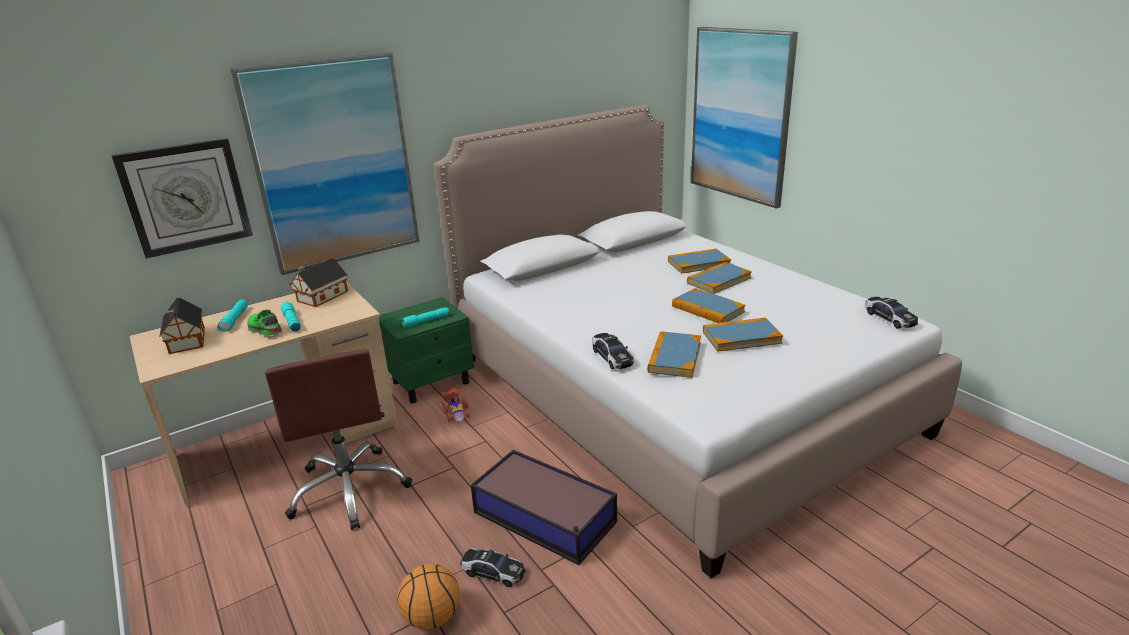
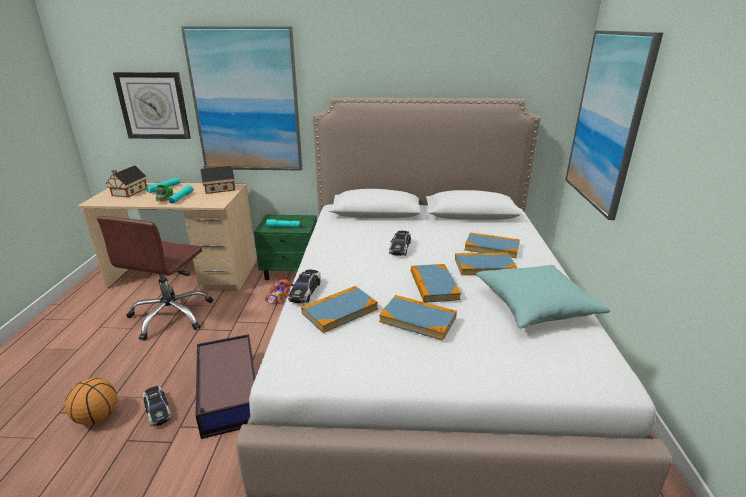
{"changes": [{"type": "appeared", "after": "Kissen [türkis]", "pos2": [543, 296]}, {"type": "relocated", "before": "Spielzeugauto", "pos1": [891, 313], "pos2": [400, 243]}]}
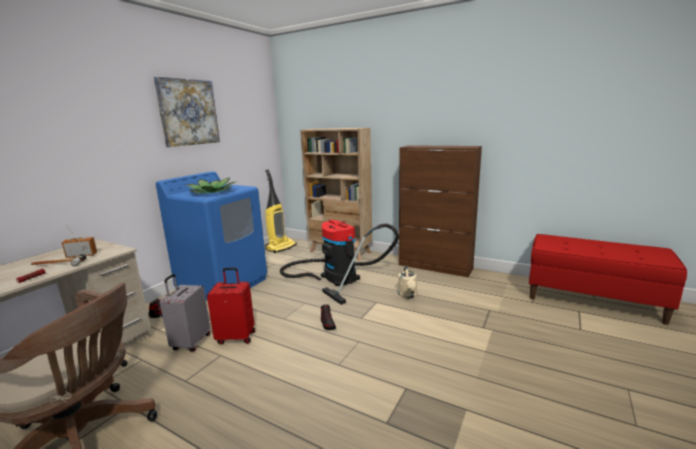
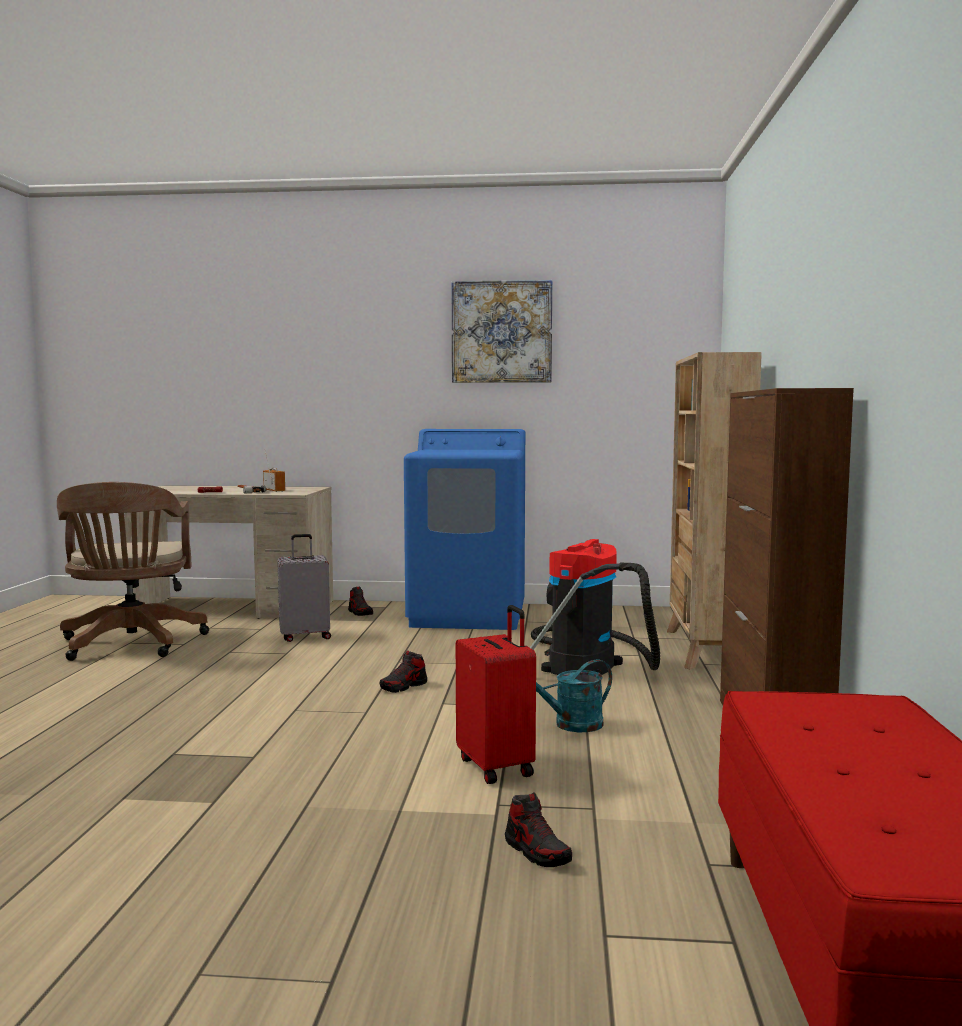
{"changes": [{"type": "missing", "before": "Topfpflanze", "pos1": [211, 186]}, {"type": "missing", "before": "Staubsauger", "pos1": [281, 211]}, {"type": "appeared", "after": "Schuh", "pos2": [538, 829]}, {"type": "relocated", "before": "Koffer [rot]", "pos1": [231, 306], "pos2": [496, 694]}, {"type": "colour", "before": "Gießkanne [beige]", "after": "Gießkanne [türkis]", "pos1": [407, 282], "pos2": [574, 695]}]}
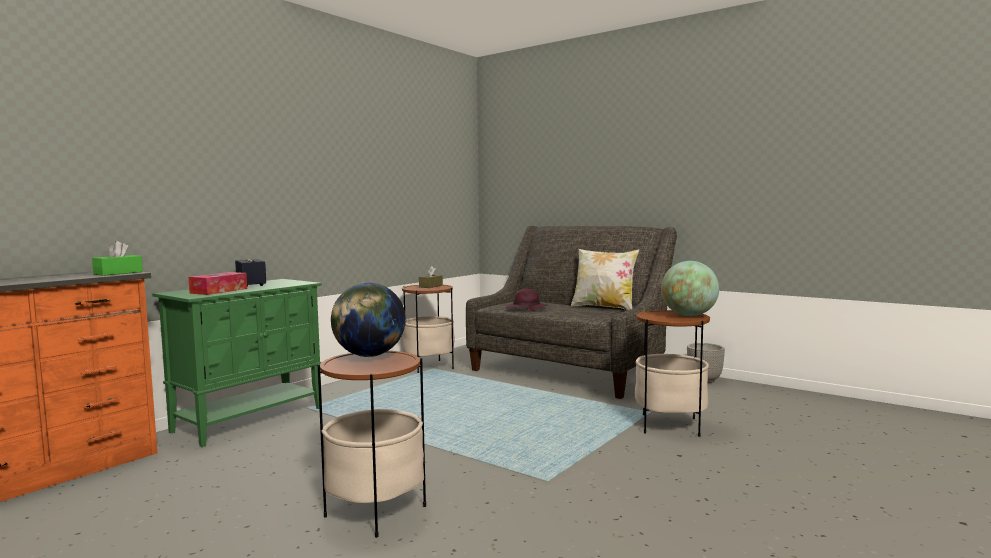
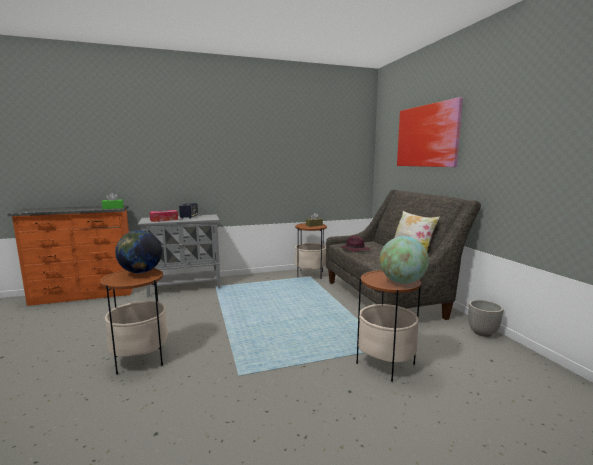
{"changes": [{"type": "appeared", "after": "Bild", "pos2": [430, 132]}, {"type": "colour", "before": "Schrank [grün]", "after": "Schrank [grau]", "pos1": [237, 363], "pos2": [179, 255]}]}
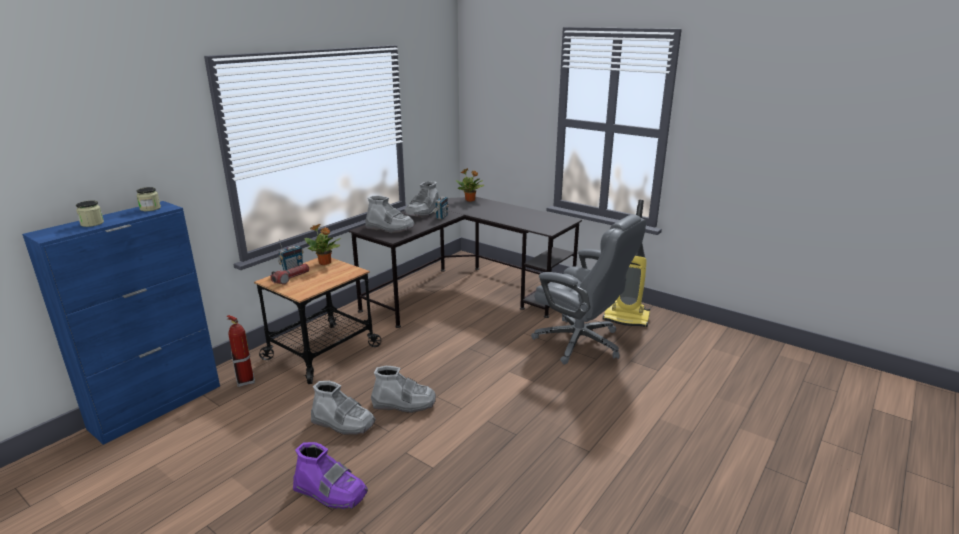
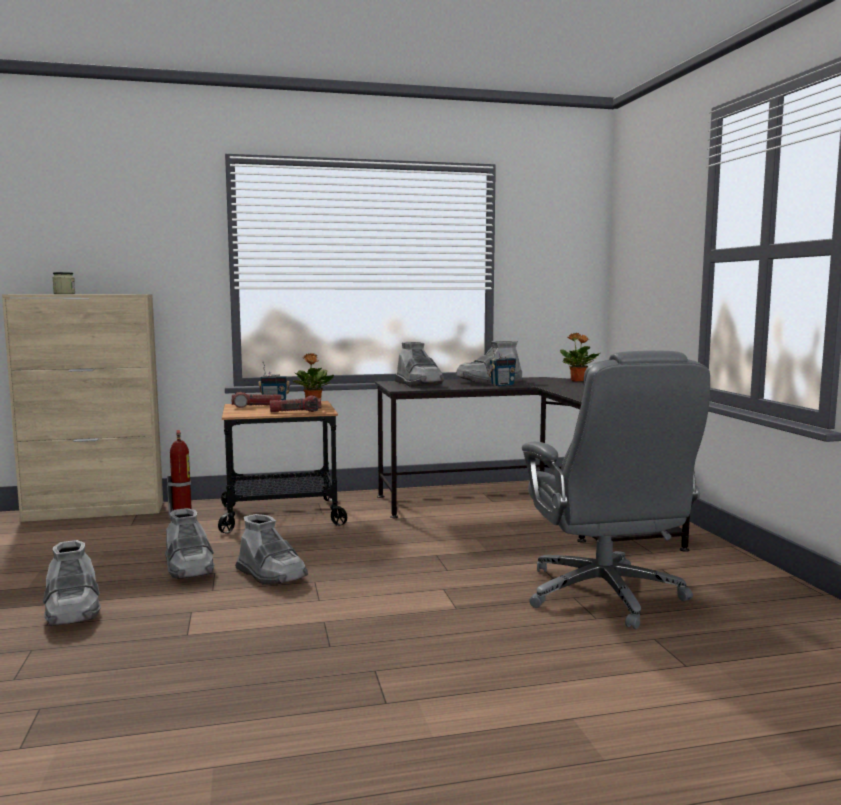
{"changes": [{"type": "missing", "before": "Vorratsglas", "pos1": [148, 199]}, {"type": "missing", "before": "Staubsauger", "pos1": [626, 263]}, {"type": "appeared", "after": "Taschenlampe", "pos2": [295, 403]}, {"type": "colour", "before": "Schrank [blau]", "after": "Schrank [beige]", "pos1": [121, 323], "pos2": [82, 408]}, {"type": "colour", "before": "Stiefel [lila]", "after": "Stiefel [grau]", "pos1": [330, 475], "pos2": [72, 583]}]}
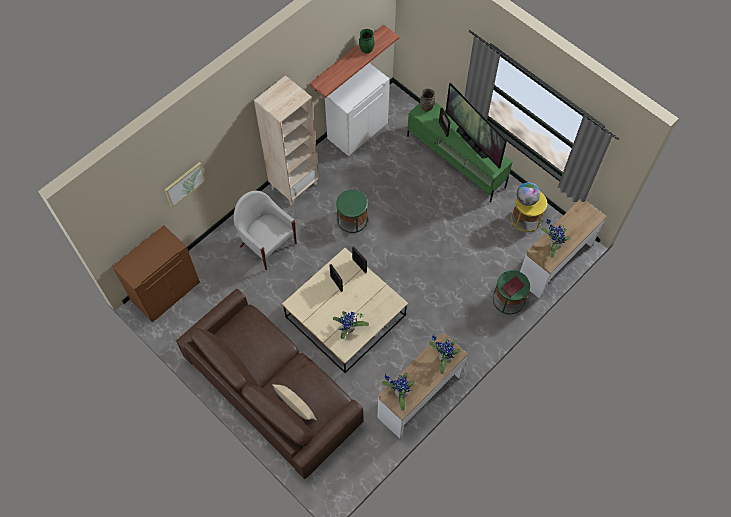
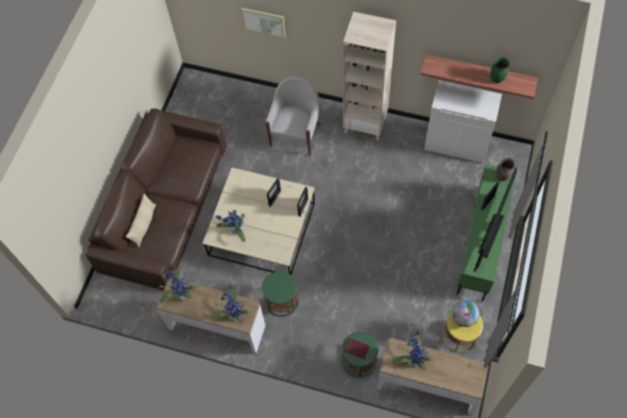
{"changes": [{"type": "missing", "before": "Schrank [braun]", "pos1": [156, 273]}, {"type": "relocated", "before": "Beistelltisch [grün]", "pos1": [352, 211], "pos2": [280, 293]}]}
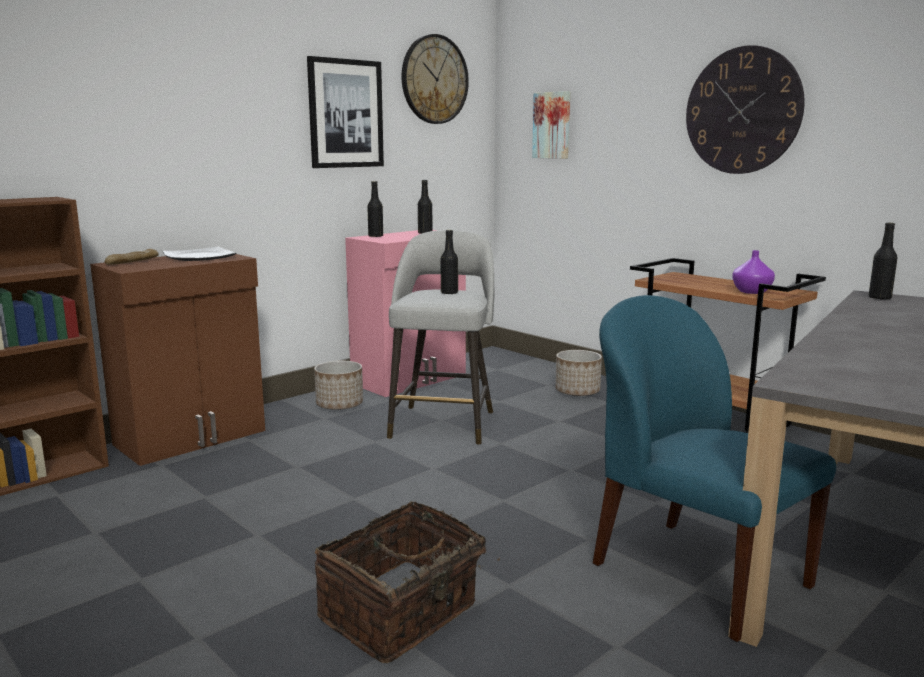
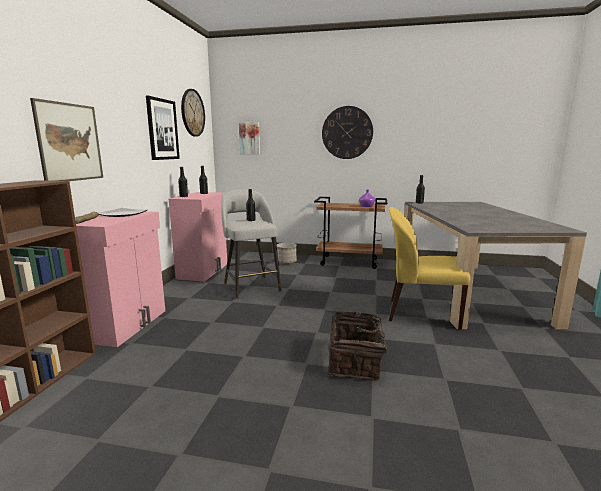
{"changes": [{"type": "missing", "before": "Pflanzkübel", "pos1": [338, 385]}, {"type": "appeared", "after": "Bild", "pos2": [66, 139]}, {"type": "colour", "before": "Schrank [braun]", "after": "Schrank [rosa]", "pos1": [177, 360], "pos2": [120, 279]}, {"type": "colour", "before": "Stuhl [blau]", "after": "Stuhl [gelb]", "pos1": [714, 468], "pos2": [429, 268]}]}
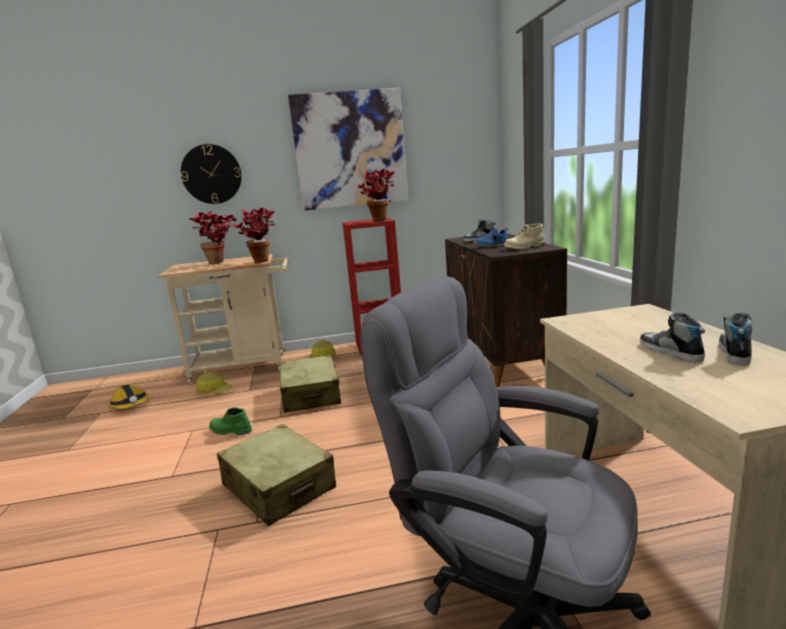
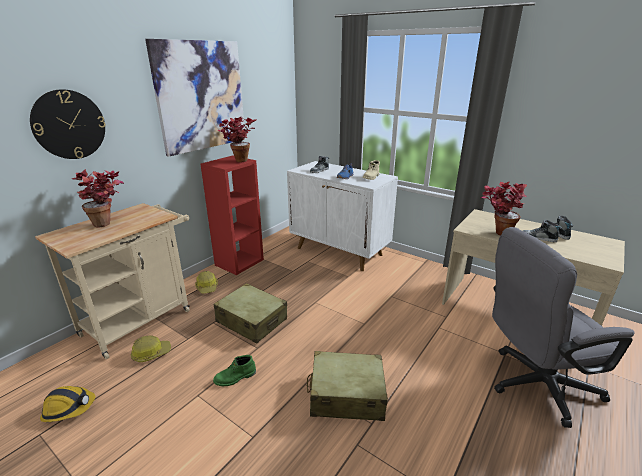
{"changes": [{"type": "relocated", "before": "Topfpflanze", "pos1": [254, 235], "pos2": [504, 209]}, {"type": "colour", "before": "Schrank [braun]", "after": "Schrank [weiß]", "pos1": [506, 310], "pos2": [342, 216]}]}
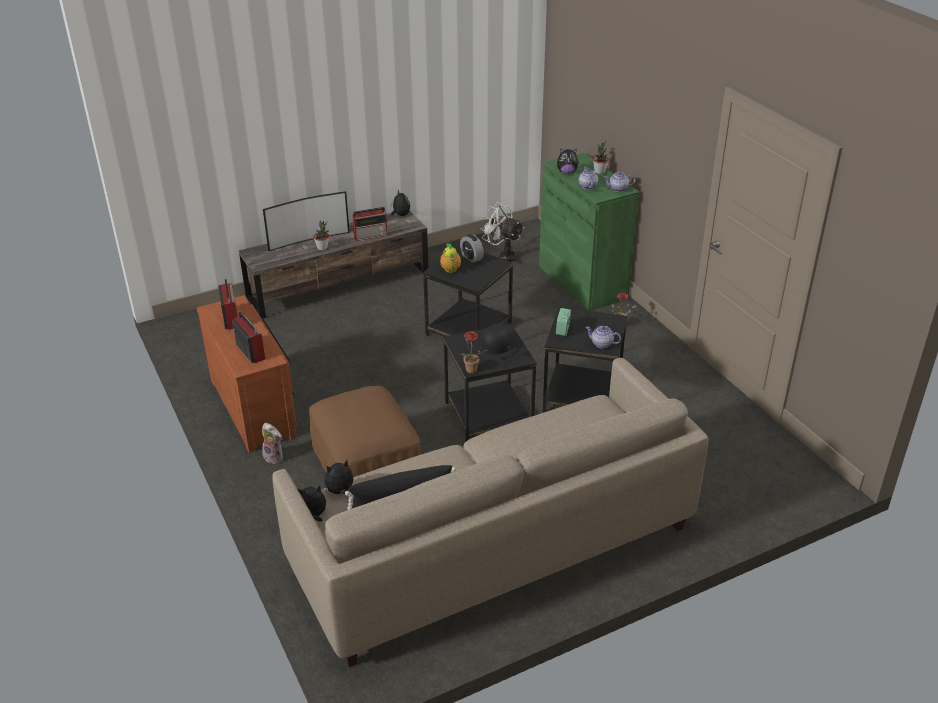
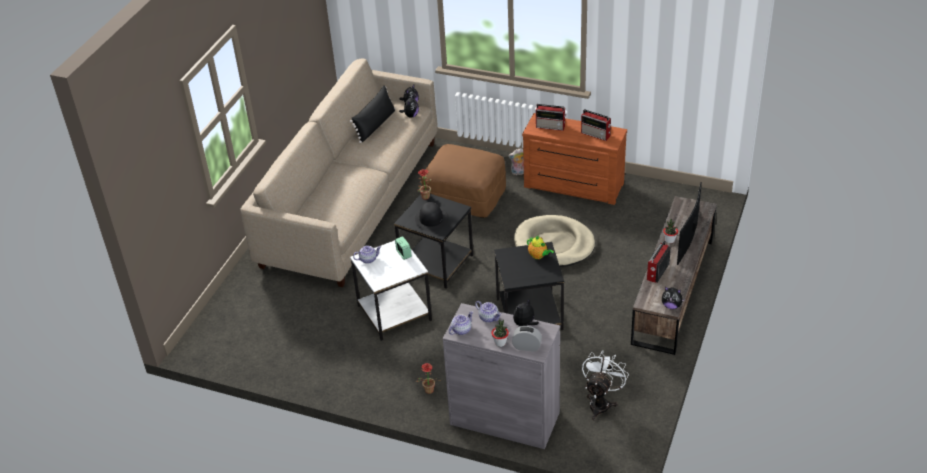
{"changes": [{"type": "appeared", "after": "Hundebett [beige]", "pos2": [554, 241]}, {"type": "relocated", "before": "Wecker", "pos1": [472, 248], "pos2": [527, 339]}, {"type": "colour", "before": "Schrank [grün]", "after": "Schrank [grau]", "pos1": [589, 232], "pos2": [501, 376]}, {"type": "colour", "before": "Beistelltisch [schwarz]", "after": "Beistelltisch [weiß]", "pos1": [585, 359], "pos2": [391, 290]}, {"type": "spun", "before": "Ventilator [weiß]", "pos1": [502, 233], "pos2": [605, 385], "turn": -60}]}
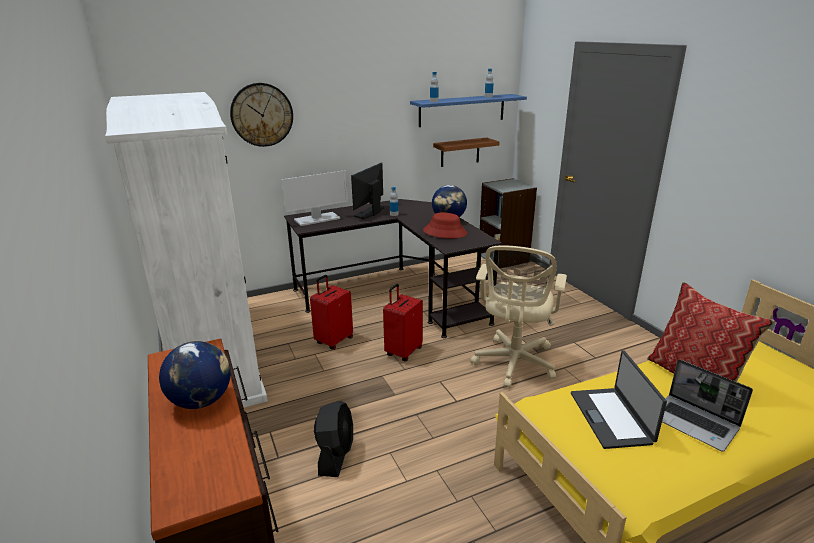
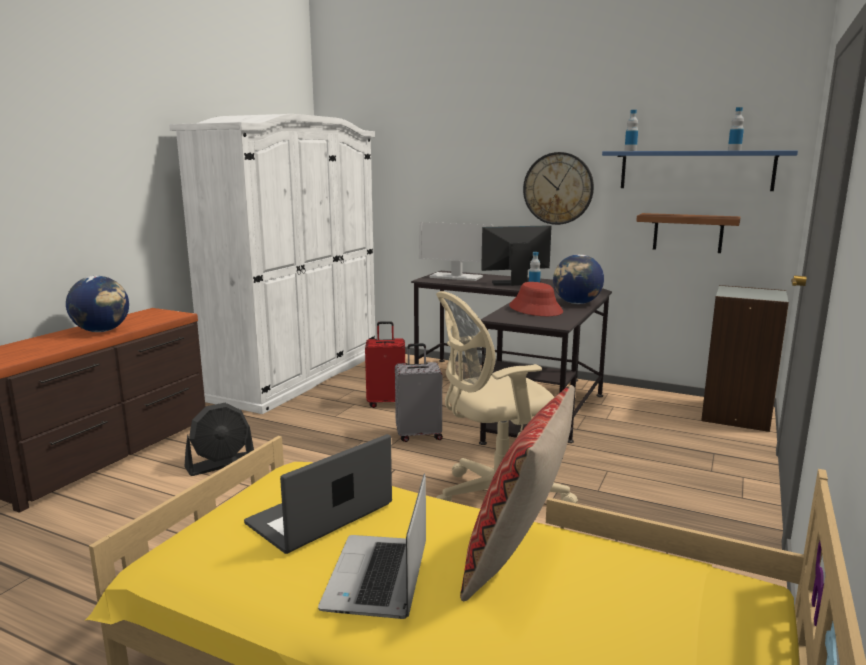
{"changes": [{"type": "relocated", "before": "Wanduhr", "pos1": [261, 115], "pos2": [558, 188]}, {"type": "colour", "before": "Koffer [rot]", "after": "Koffer [grau]", "pos1": [403, 322], "pos2": [419, 392]}]}
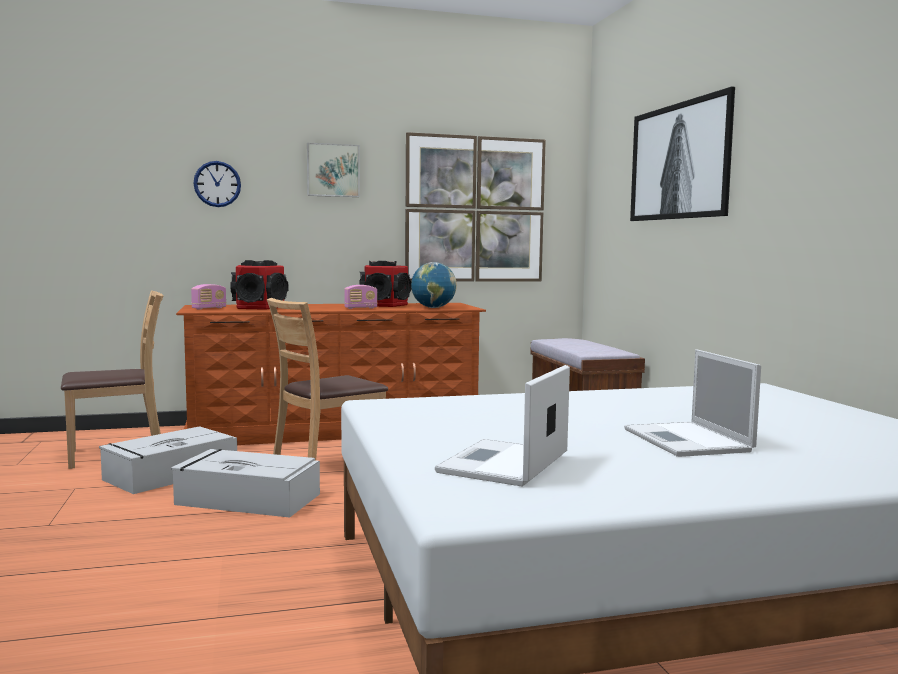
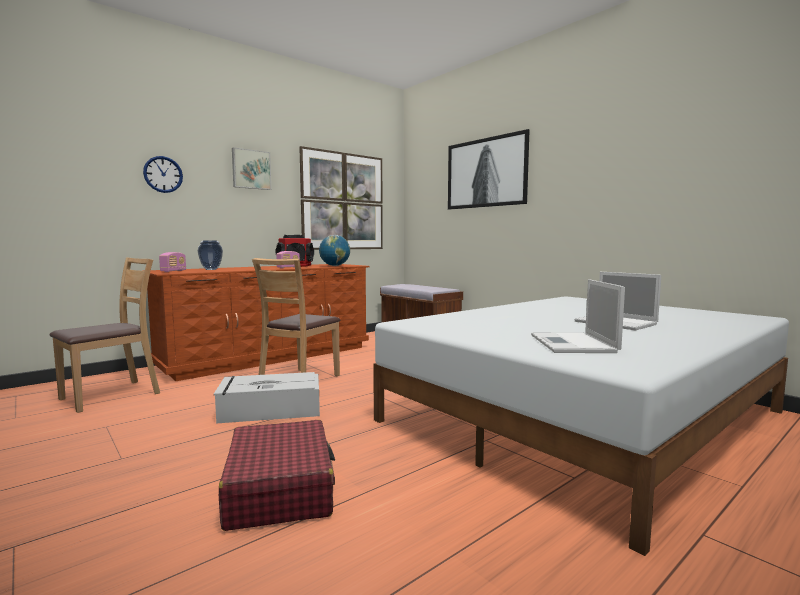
{"changes": [{"type": "missing", "before": "Aufbewahrungsbox [grau]", "pos1": [168, 460]}, {"type": "appeared", "after": "Koffer [rot]", "pos2": [277, 475]}, {"type": "exchanged", "before": "Lautsprecher", "after": "Vase", "pos1": [260, 285], "pos2": [210, 255]}]}
